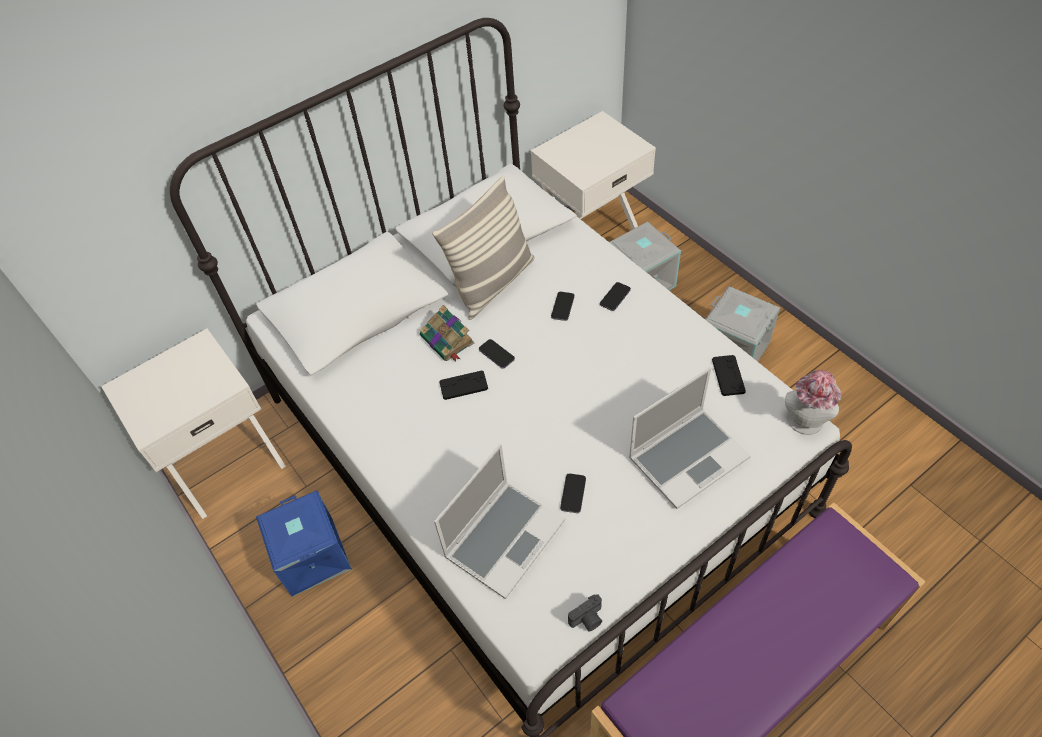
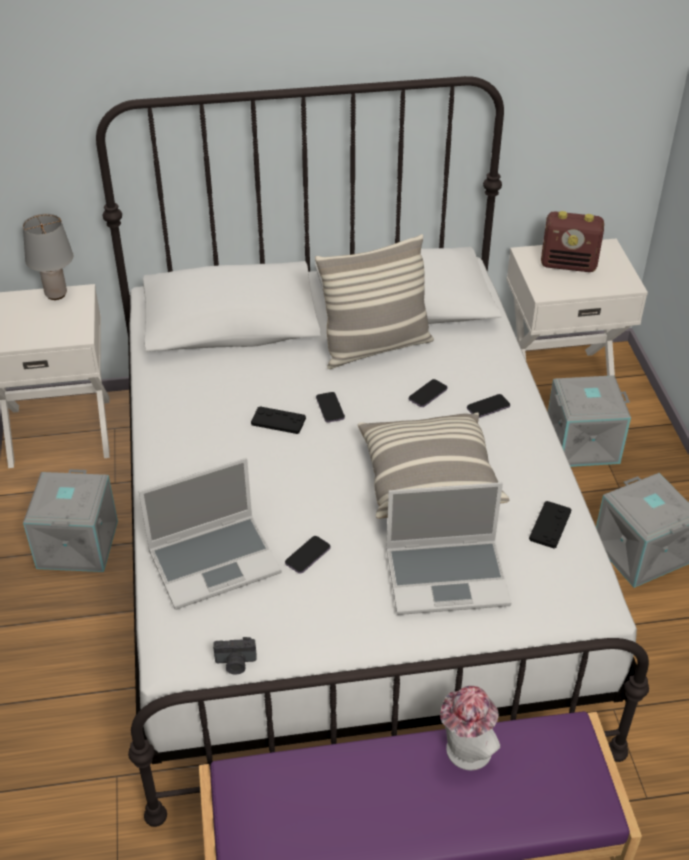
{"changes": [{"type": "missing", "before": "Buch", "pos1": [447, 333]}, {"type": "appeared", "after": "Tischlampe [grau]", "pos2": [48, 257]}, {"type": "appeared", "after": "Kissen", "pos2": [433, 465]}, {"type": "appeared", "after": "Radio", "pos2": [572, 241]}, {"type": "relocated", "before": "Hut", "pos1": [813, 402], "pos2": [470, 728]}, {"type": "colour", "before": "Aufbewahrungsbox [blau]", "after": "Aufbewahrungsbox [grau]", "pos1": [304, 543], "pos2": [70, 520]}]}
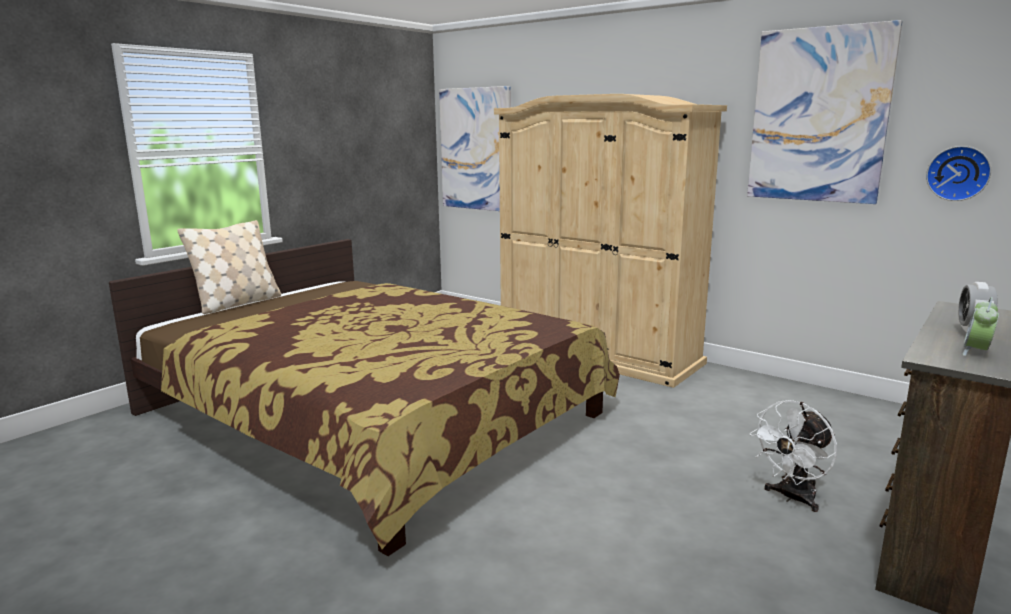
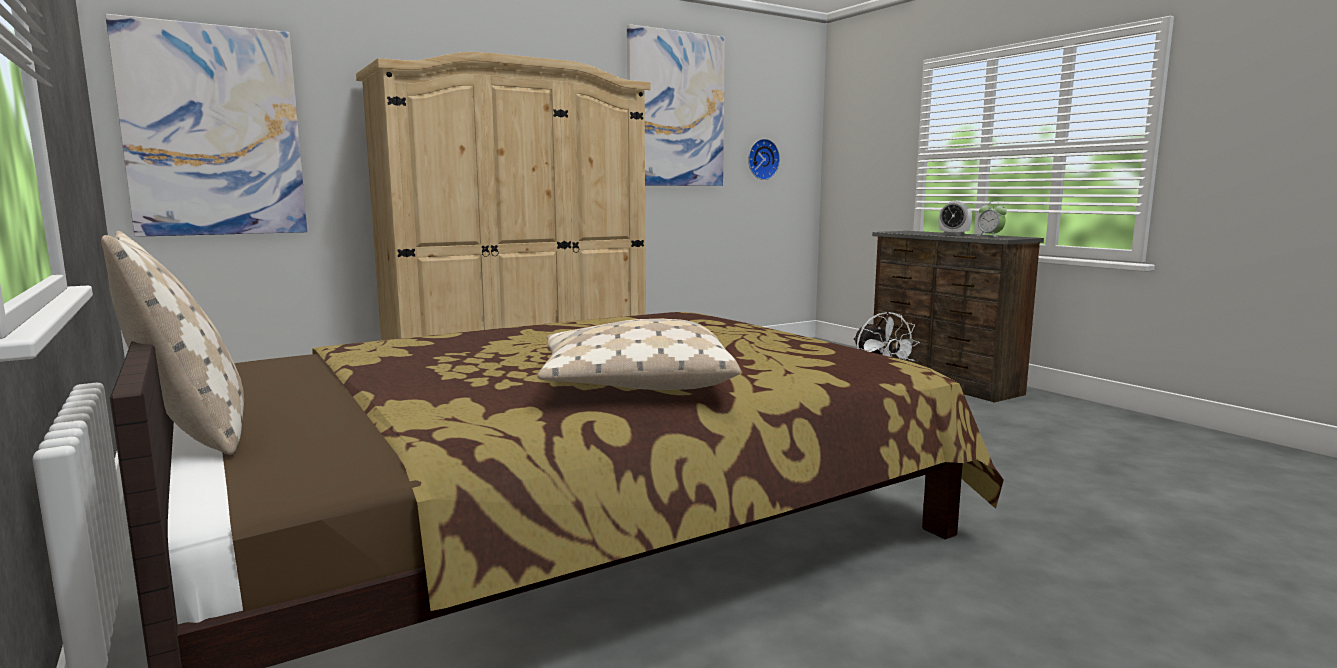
{"changes": [{"type": "appeared", "after": "Kissen [beige]", "pos2": [639, 354]}]}
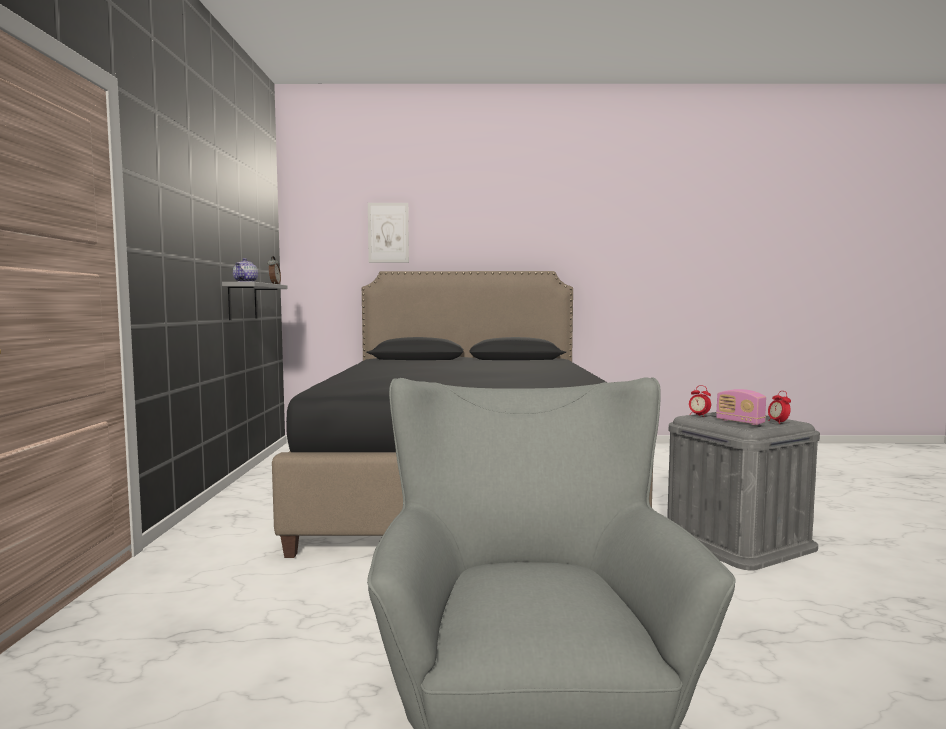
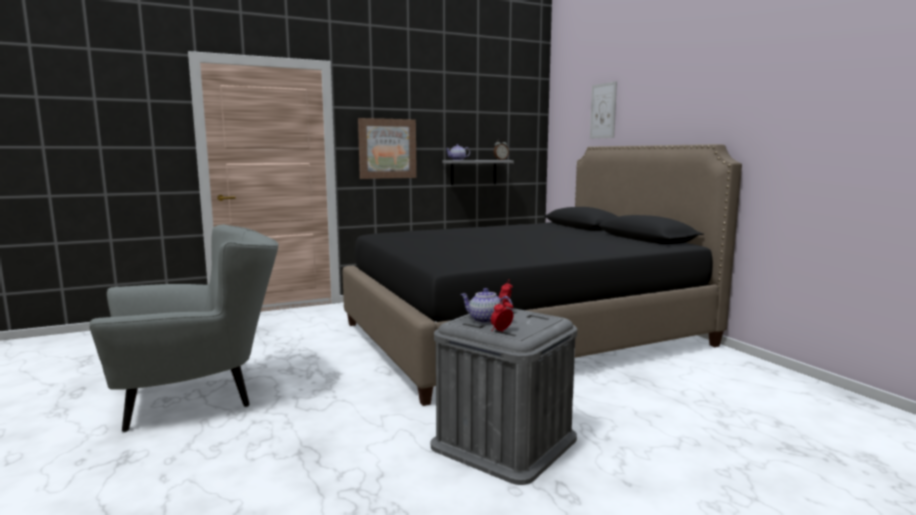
{"changes": [{"type": "appeared", "after": "Bild", "pos2": [387, 148]}, {"type": "exchanged", "before": "Radio", "after": "Teekanne", "pos1": [741, 407], "pos2": [486, 305]}]}
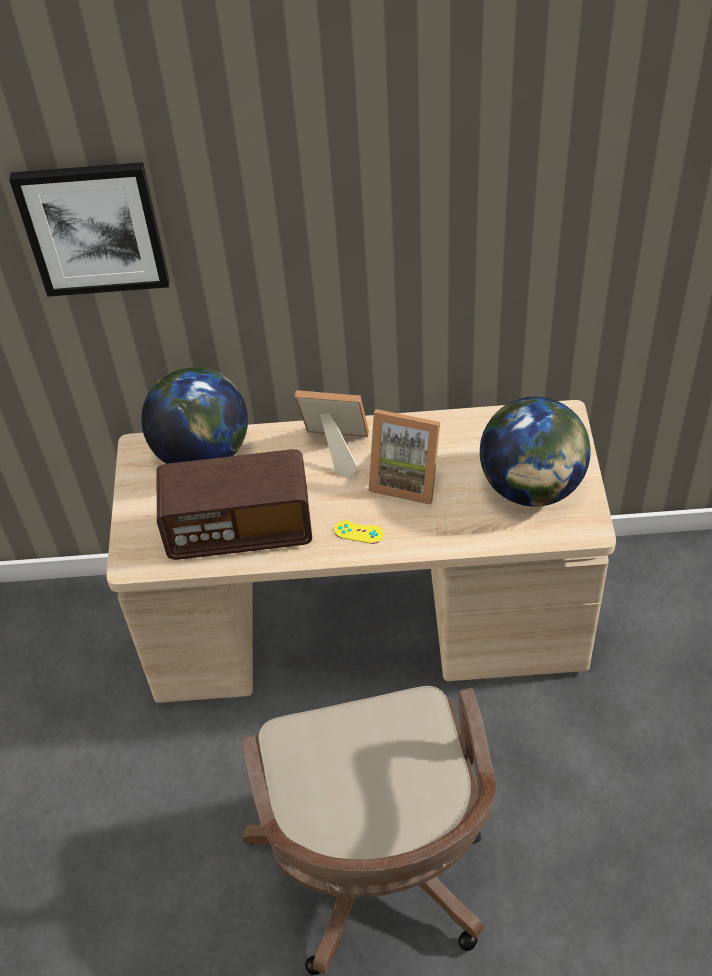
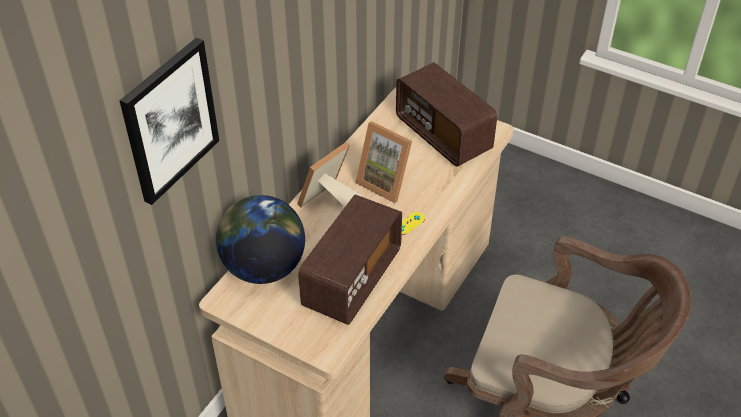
{"changes": [{"type": "exchanged", "before": "Globus", "after": "Radio", "pos1": [535, 452], "pos2": [446, 114]}, {"type": "spun", "before": "Bilderrahmen", "pos1": [404, 457], "pos2": [384, 162], "turn": 75}]}
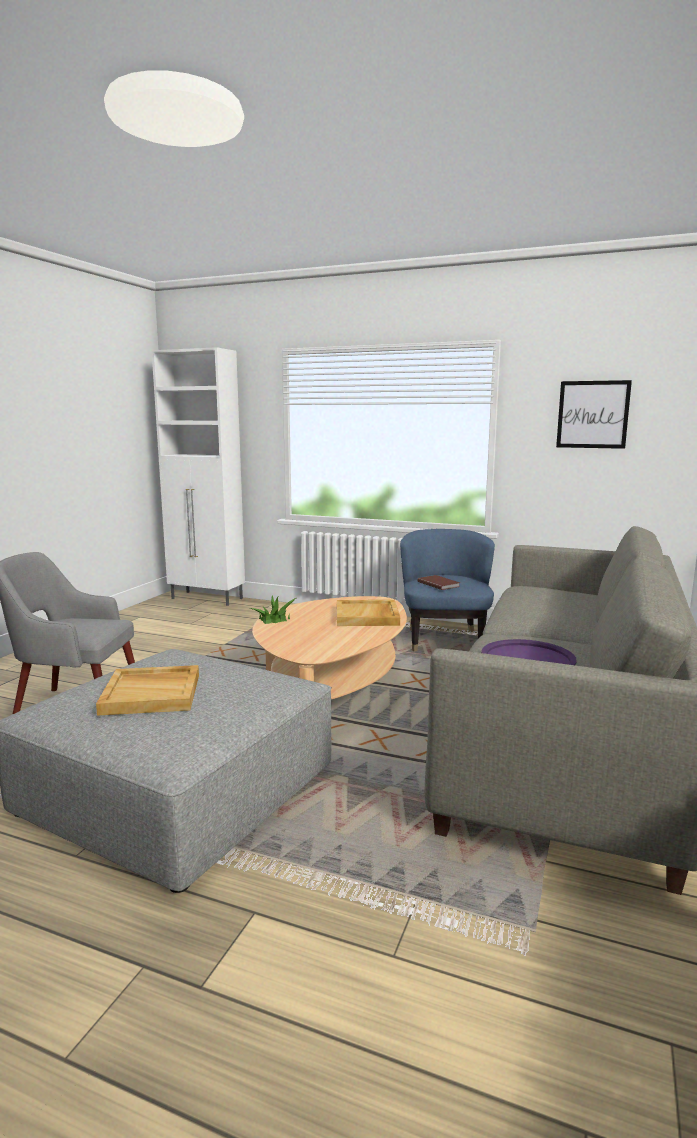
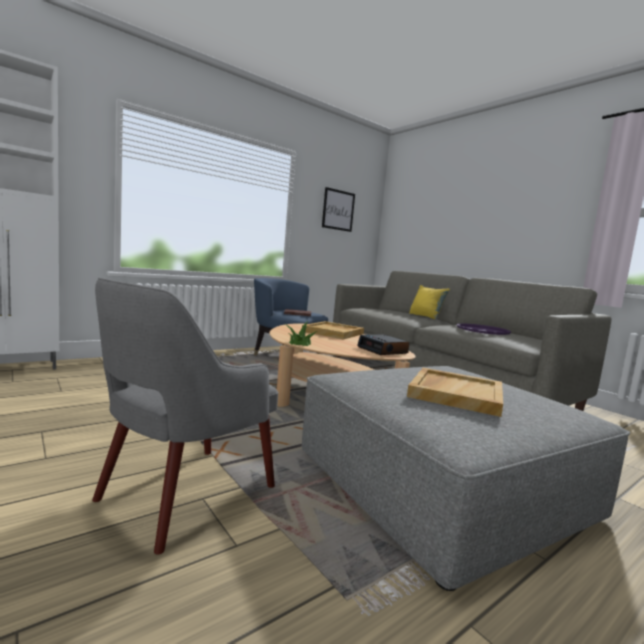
{"changes": [{"type": "appeared", "after": "Wecker", "pos2": [383, 344]}, {"type": "appeared", "after": "Kissen [gelb]", "pos2": [429, 302]}]}
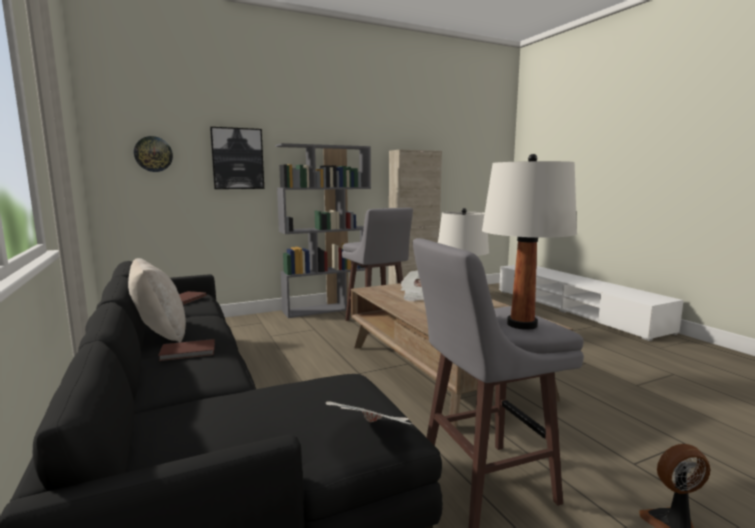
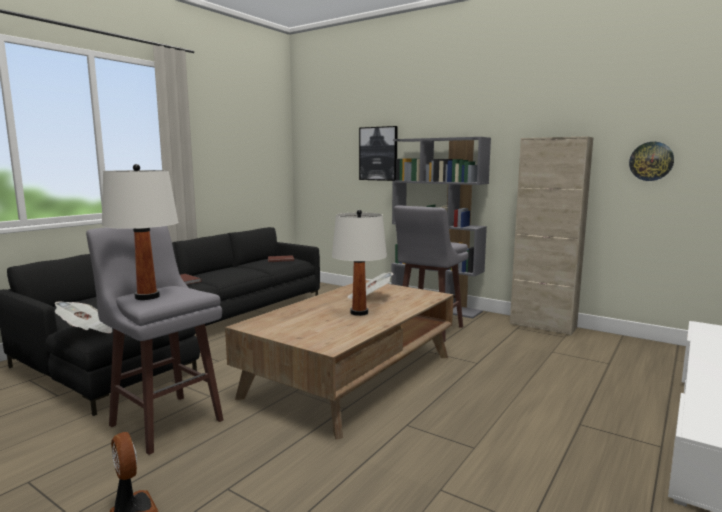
{"changes": [{"type": "missing", "before": "Kissen [beige]", "pos1": [157, 300]}, {"type": "relocated", "before": "Wanduhr", "pos1": [153, 154], "pos2": [651, 161]}]}
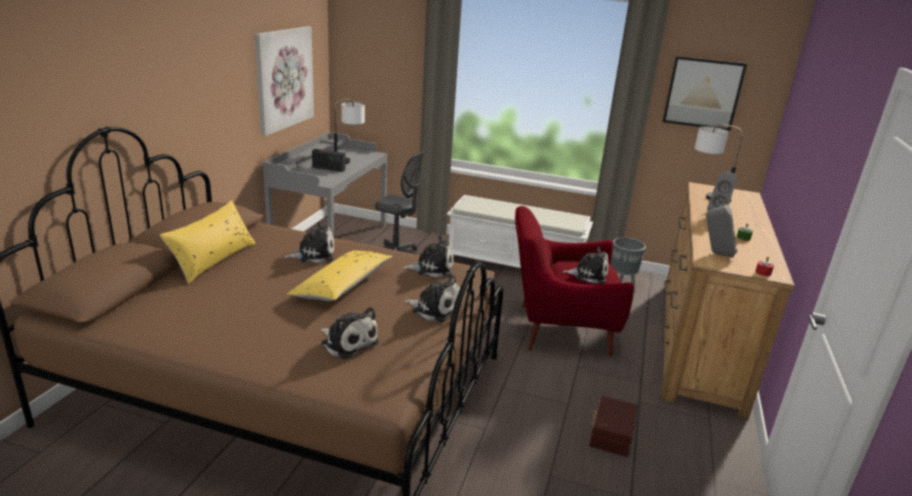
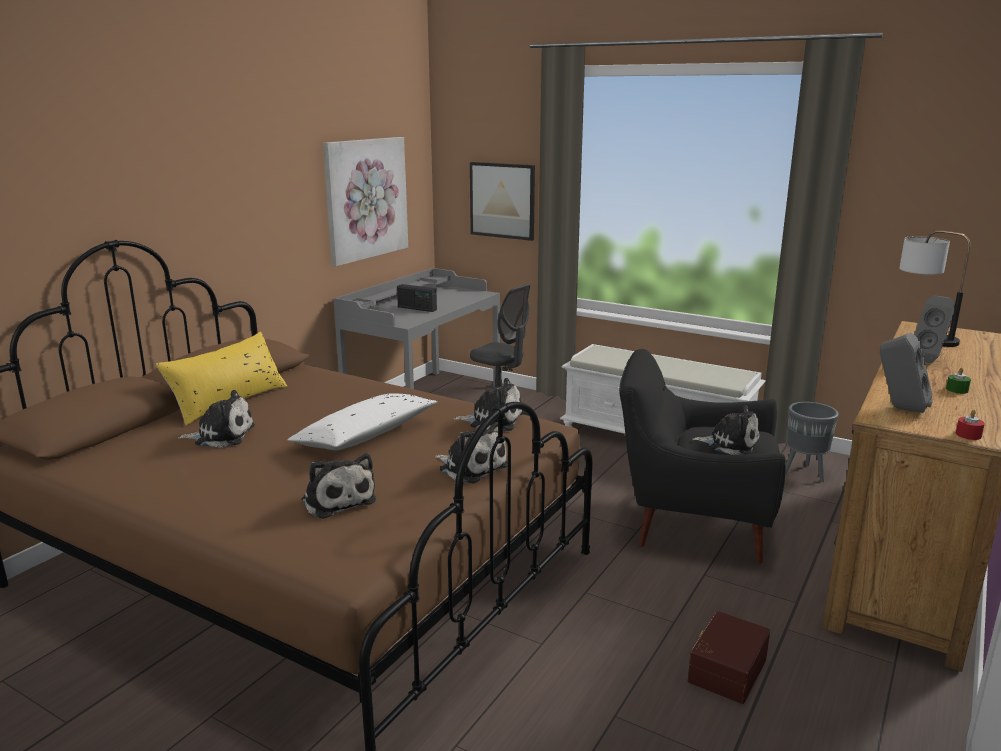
{"changes": [{"type": "missing", "before": "Tischlampe", "pos1": [349, 131]}, {"type": "relocated", "before": "Plüschtier", "pos1": [309, 242], "pos2": [216, 419]}, {"type": "relocated", "before": "Bild", "pos1": [704, 93], "pos2": [502, 201]}, {"type": "colour", "before": "Kissen [gelb]", "after": "Kissen [weiß]", "pos1": [340, 276], "pos2": [362, 421]}, {"type": "colour", "before": "Sessel [rot]", "after": "Sessel [schwarz]", "pos1": [574, 281], "pos2": [702, 456]}]}
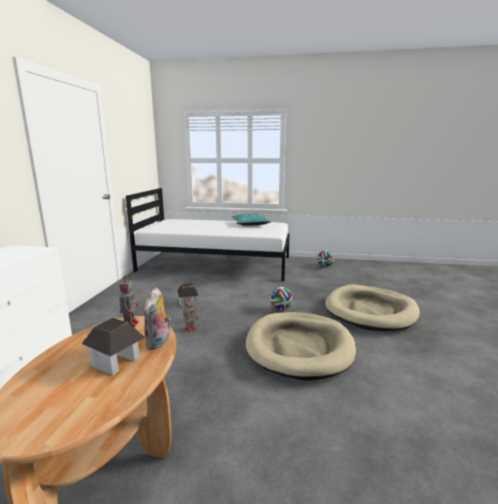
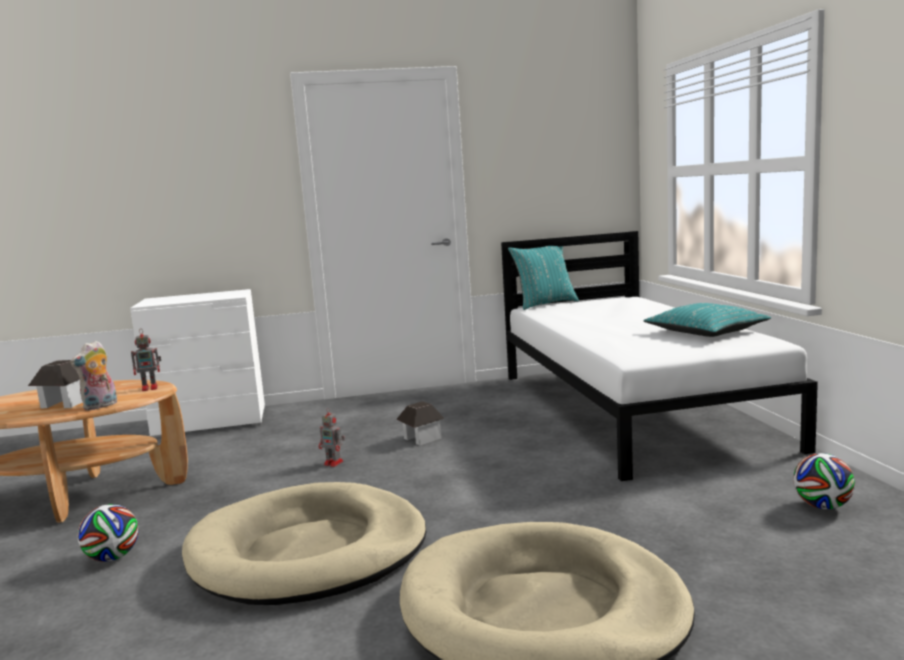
{"changes": [{"type": "appeared", "after": "Kissen [türkis]", "pos2": [543, 278]}, {"type": "relocated", "before": "Fußball", "pos1": [281, 298], "pos2": [108, 533]}, {"type": "spun", "before": "Plüschtier", "pos1": [156, 318], "pos2": [93, 375], "turn": -45}]}
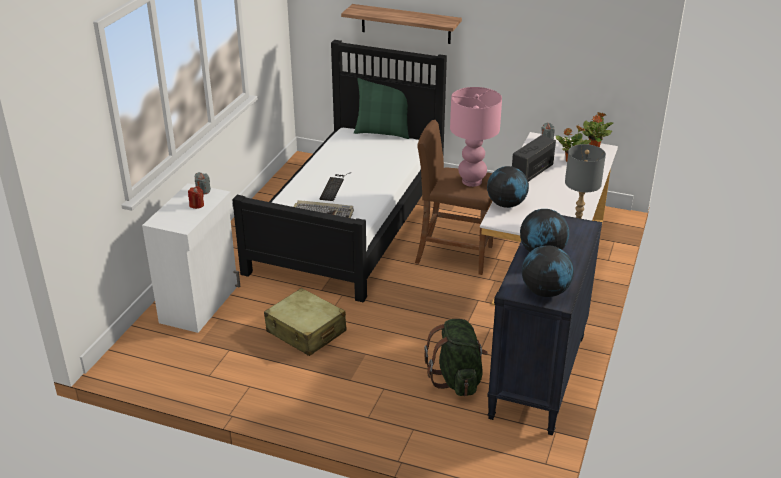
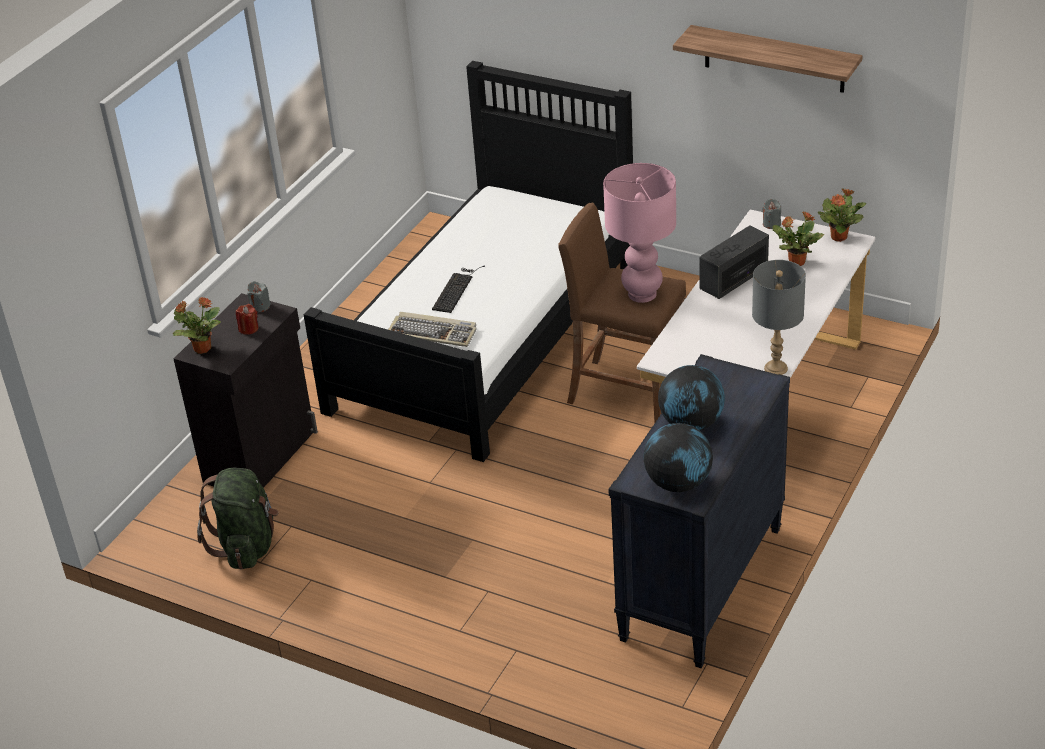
{"changes": [{"type": "missing", "before": "Koffer [beige]", "pos1": [305, 322]}, {"type": "missing", "before": "Kissen [grün]", "pos1": [383, 108]}, {"type": "missing", "before": "Globus", "pos1": [508, 187]}, {"type": "appeared", "after": "Topfpflanze", "pos2": [197, 325]}, {"type": "relocated", "before": "Wandregal", "pos1": [401, 24], "pos2": [768, 59]}, {"type": "relocated", "before": "Rucksack [grün]", "pos1": [456, 357], "pos2": [237, 518]}, {"type": "colour", "before": "Schrank [weiß]", "after": "Schrank [schwarz]", "pos1": [191, 258], "pos2": [246, 390]}]}
